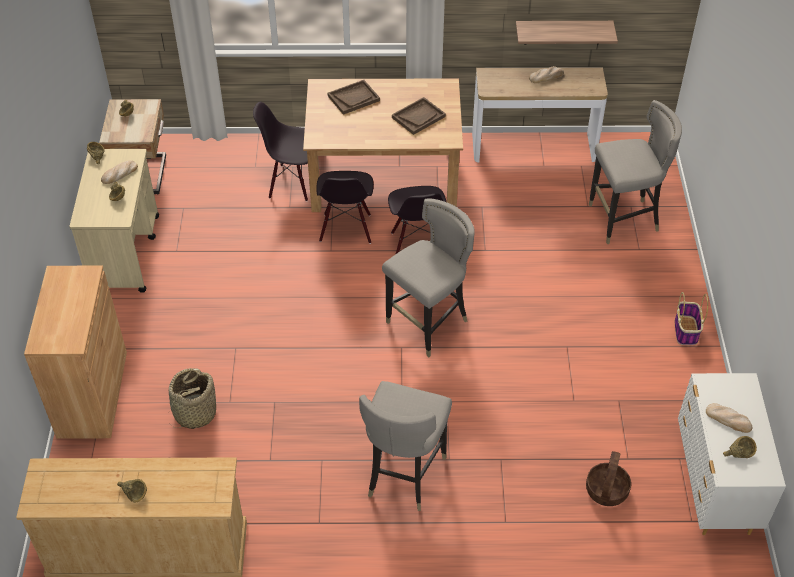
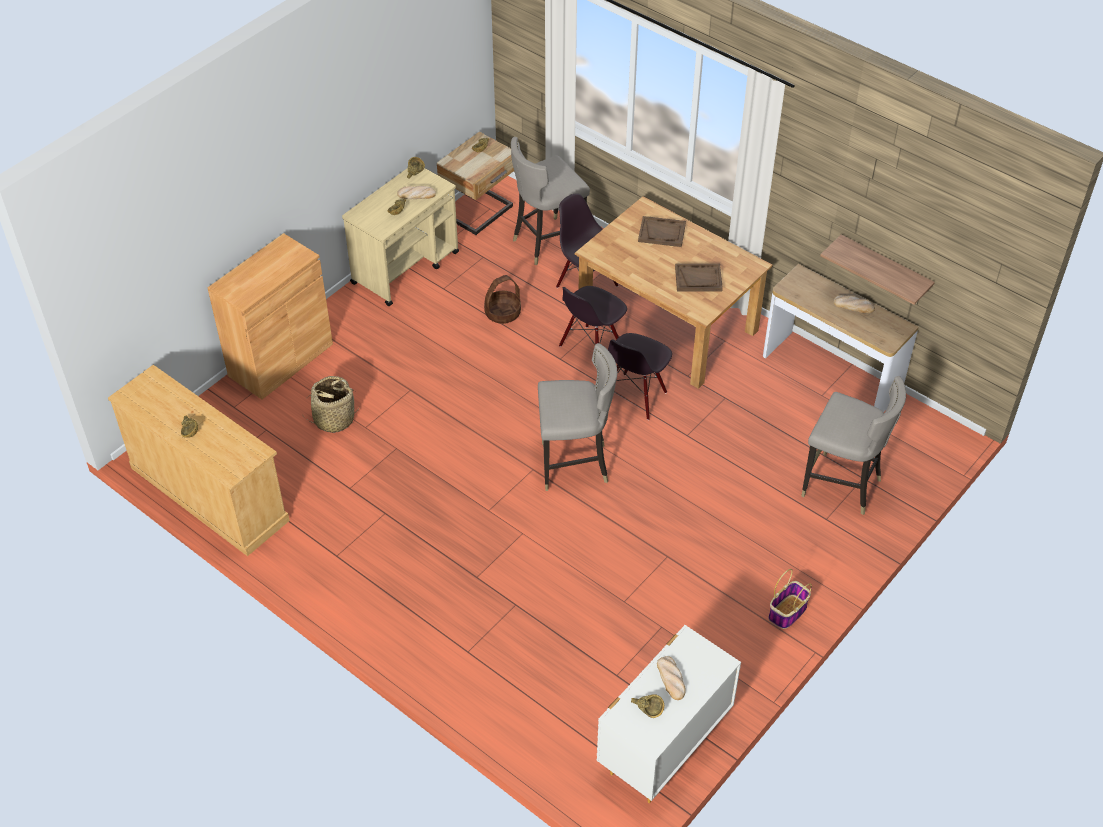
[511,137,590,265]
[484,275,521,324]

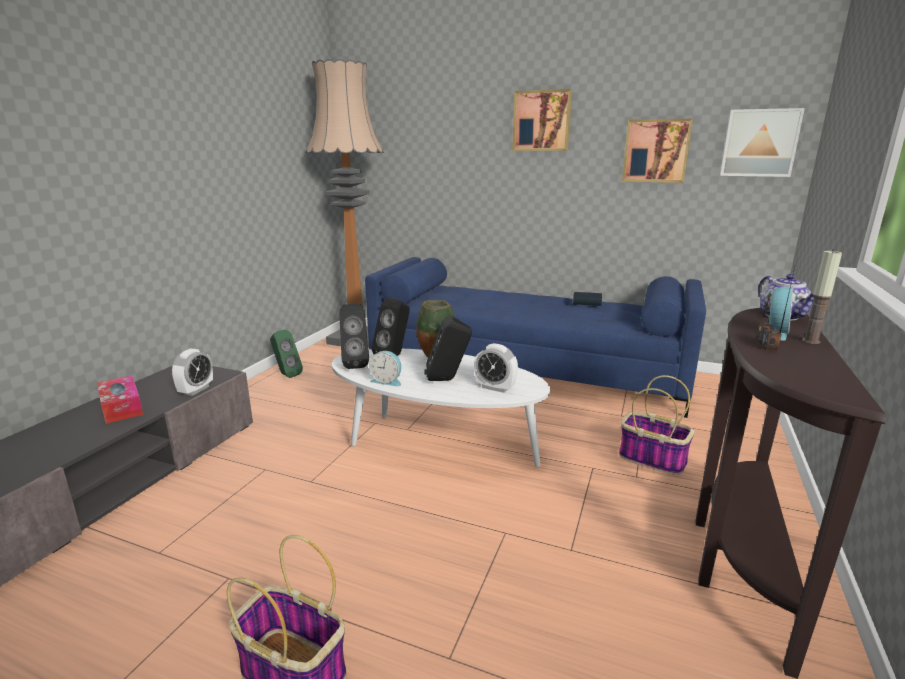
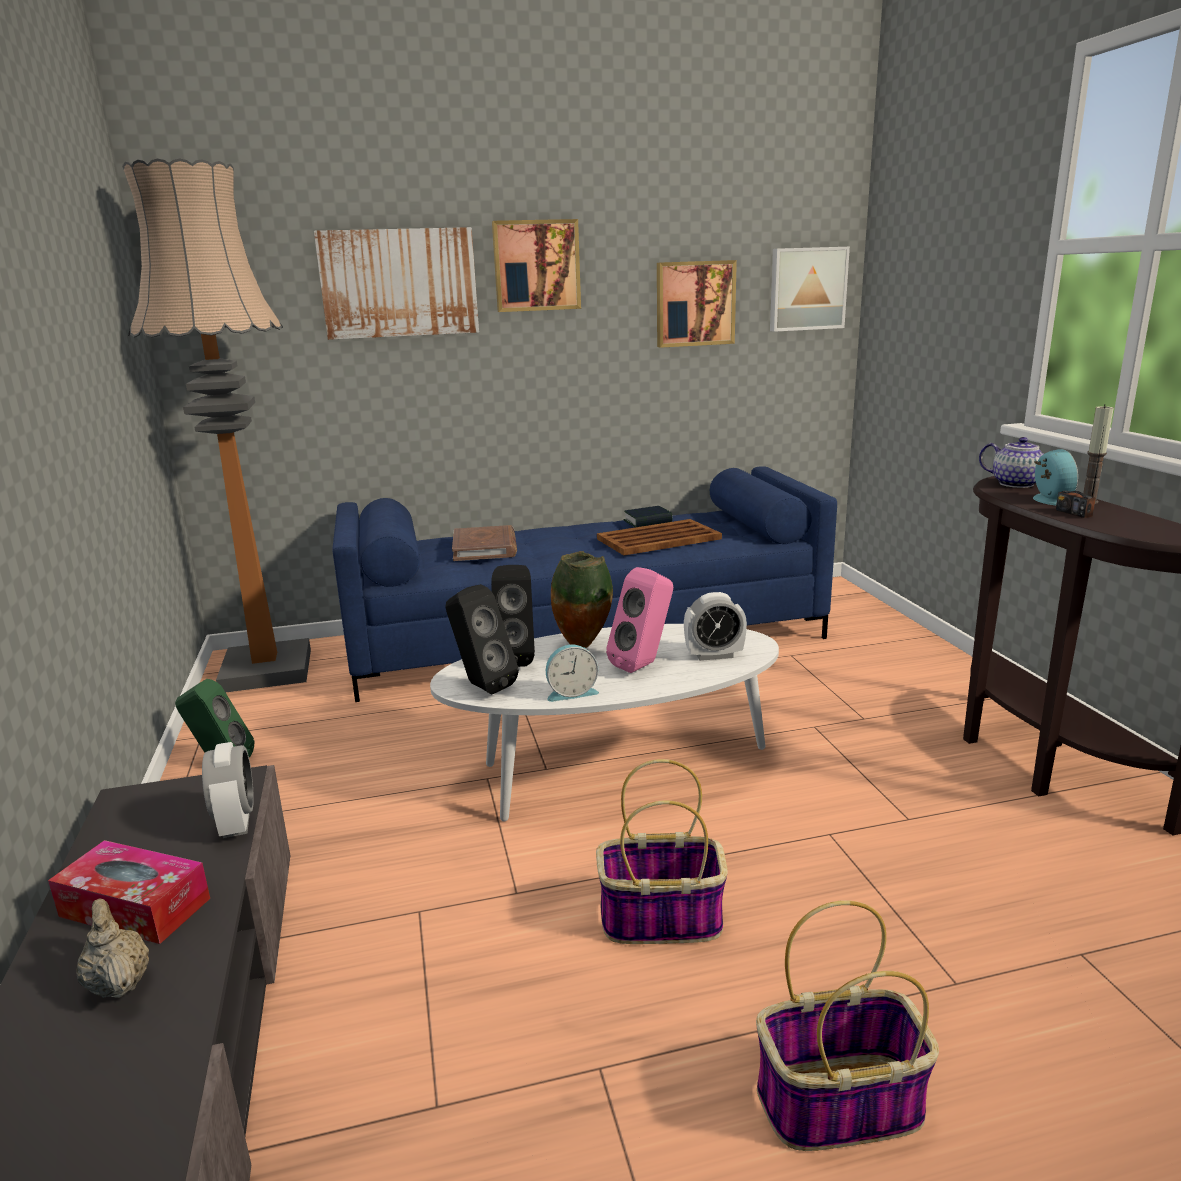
[606,567,673,673]
[596,759,728,944]
[76,898,149,998]
[314,227,479,340]
[452,525,517,561]
[597,519,722,555]

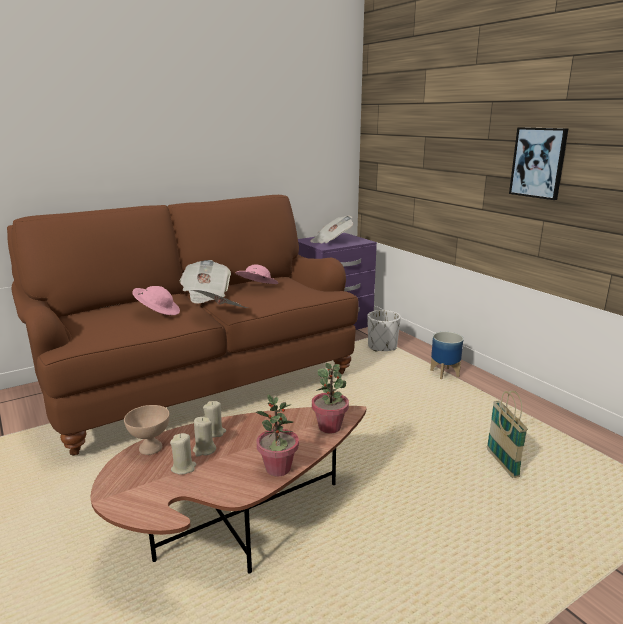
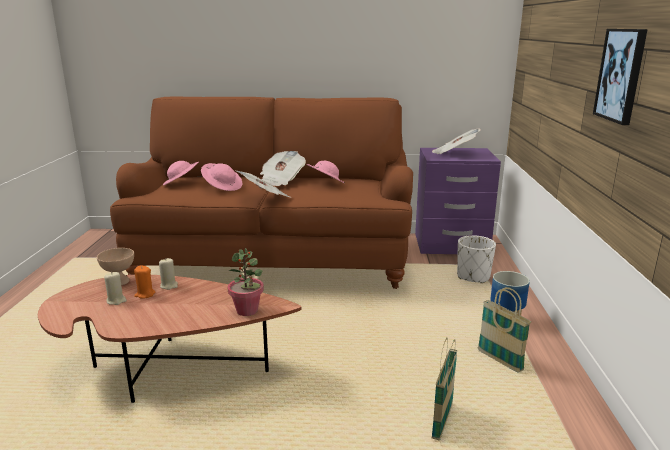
[134,265,156,299]
[256,394,299,477] (first image)
[163,161,199,186]
[478,287,531,373]

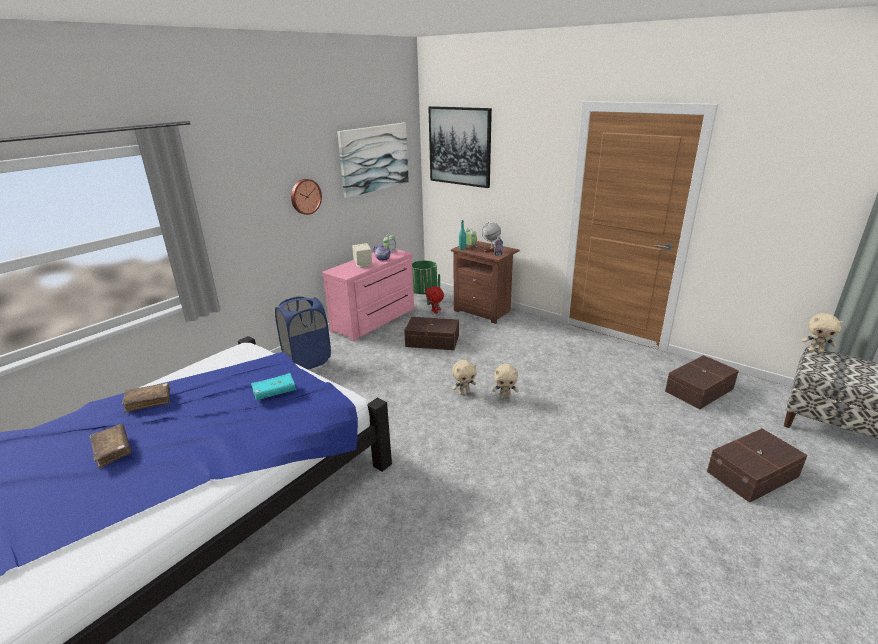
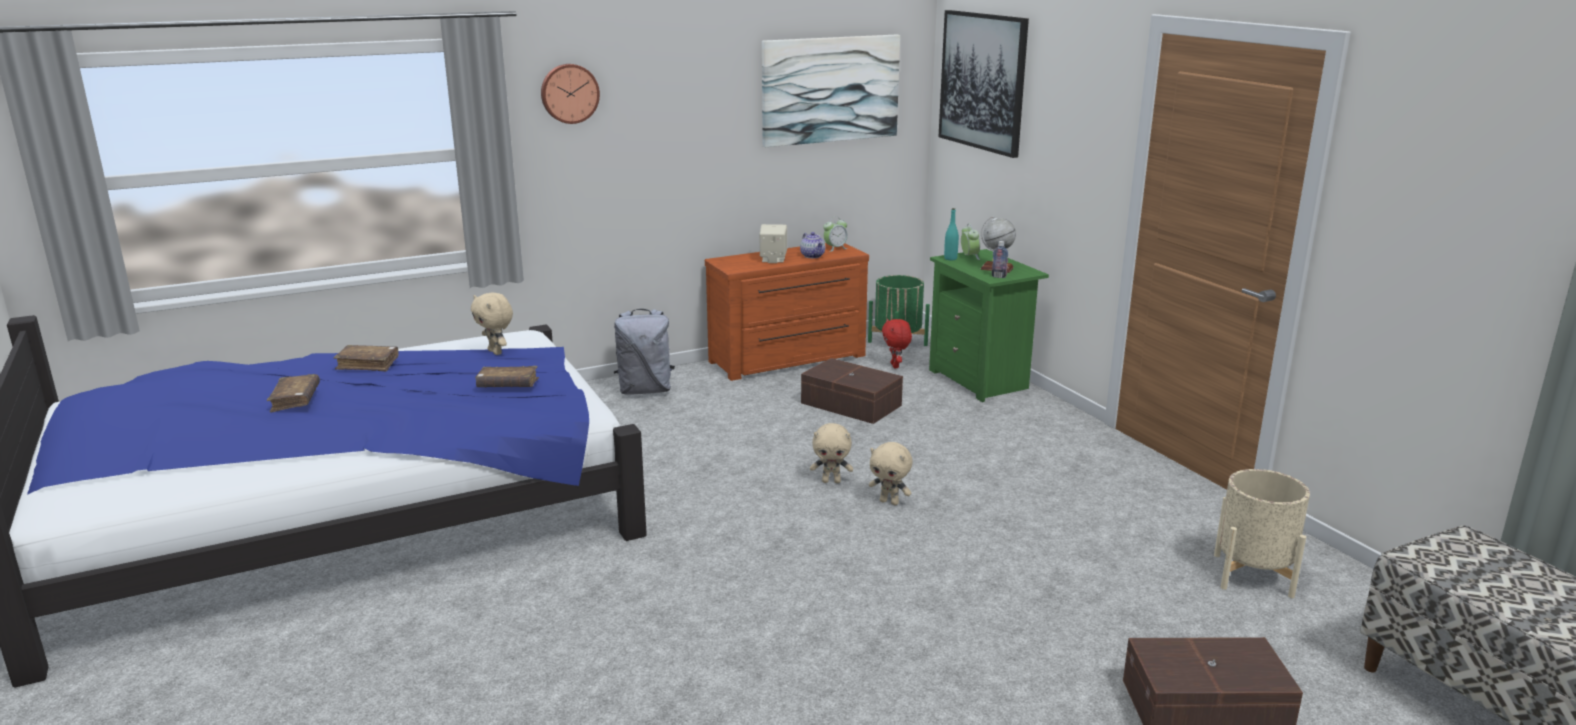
[475,366,539,387]
[614,309,675,394]
[541,64,600,124]
[705,243,869,381]
[929,249,1049,402]
[1214,469,1310,598]
[471,293,513,355]

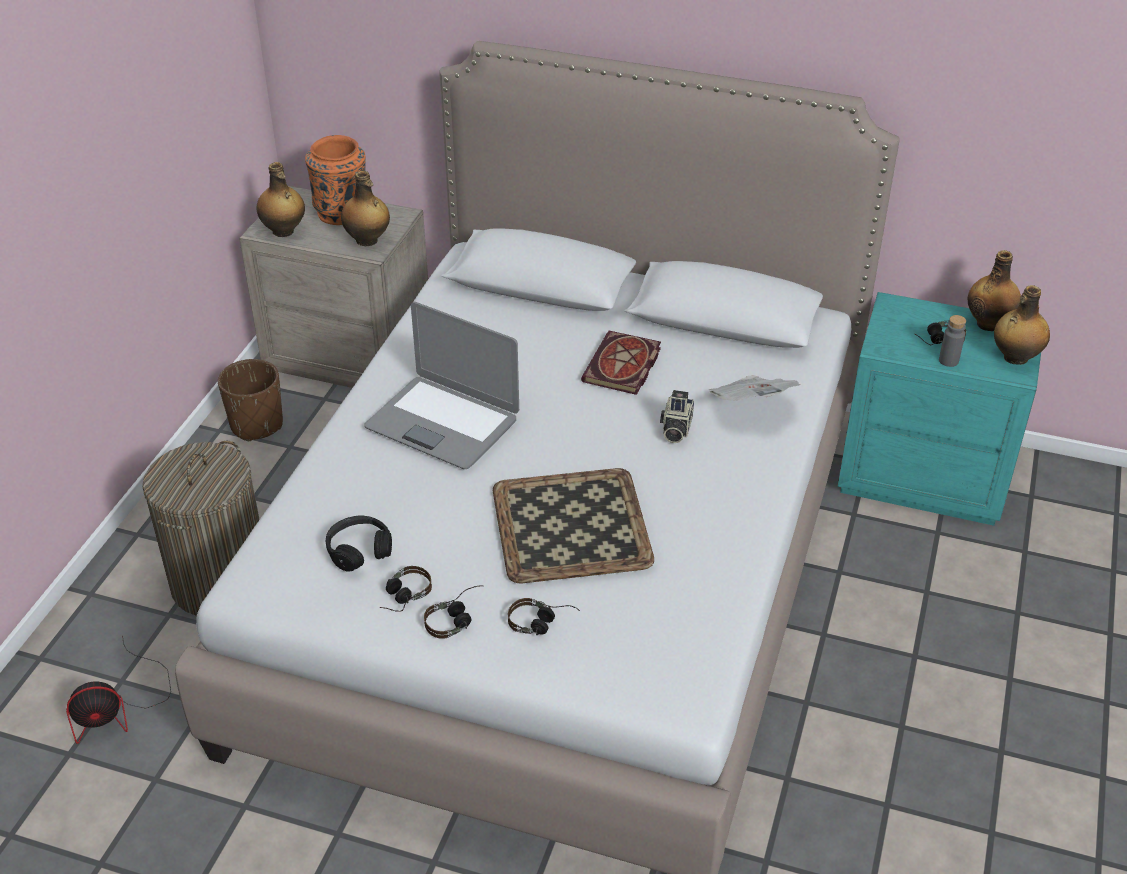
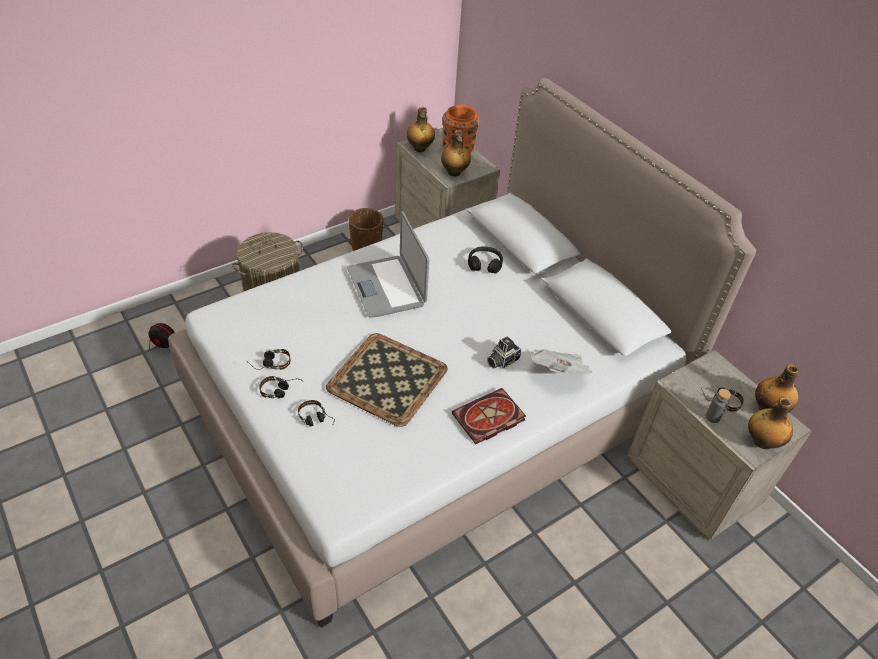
[468,246,503,274]
[452,388,526,444]
[627,349,812,541]

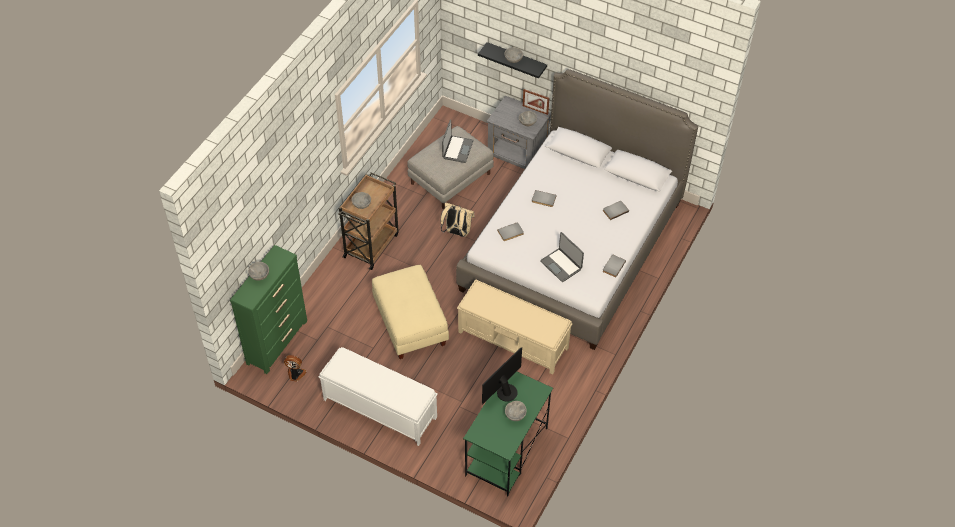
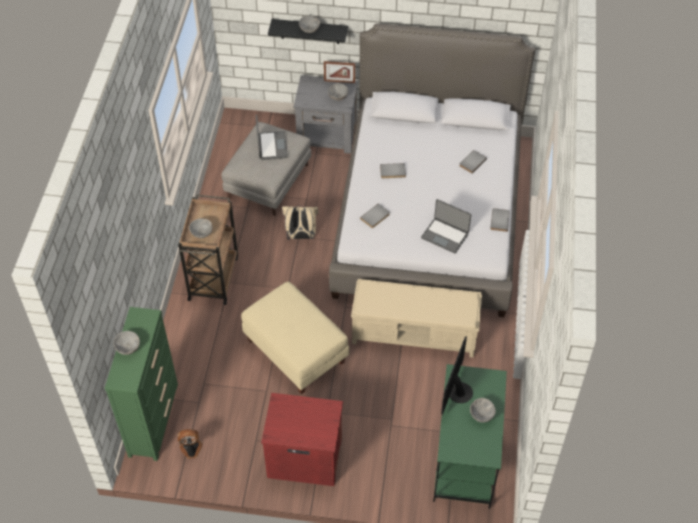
[261,393,343,486]

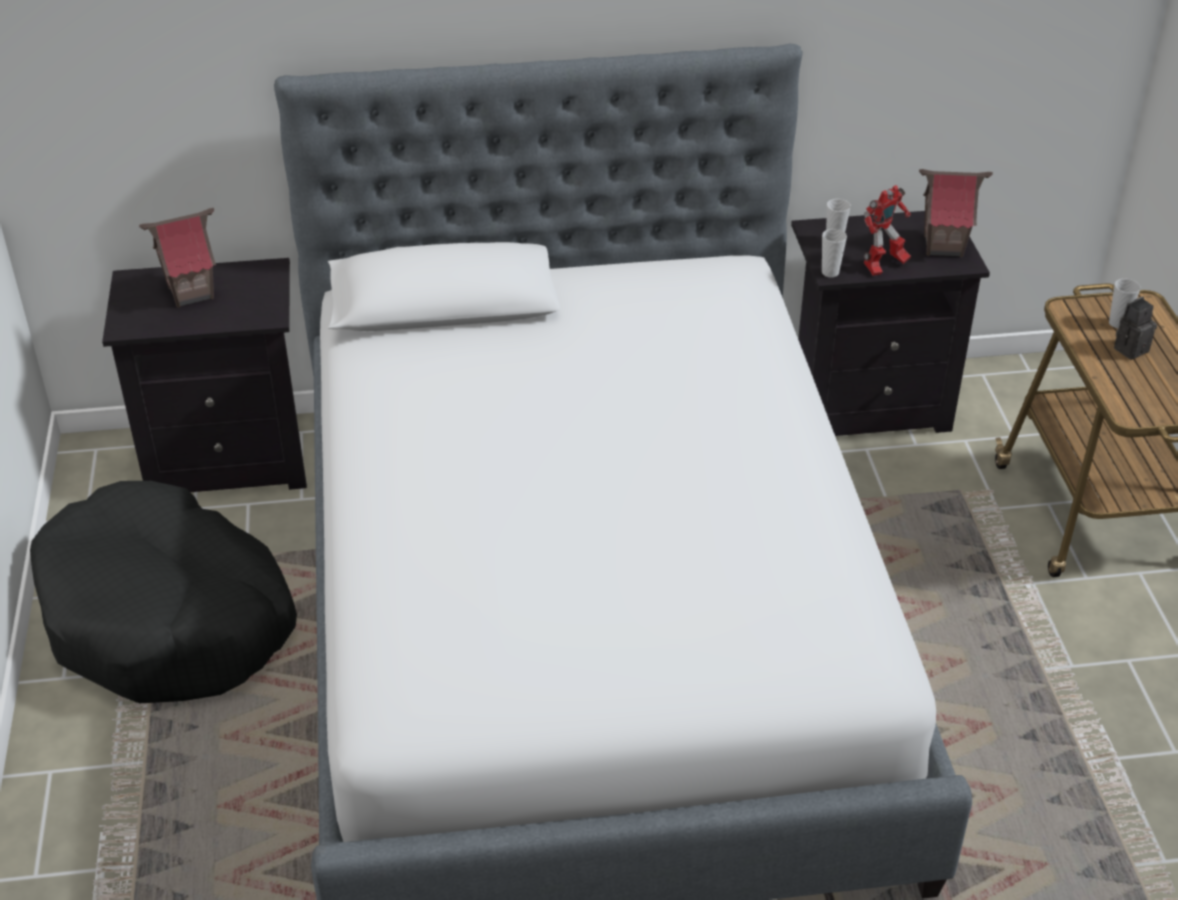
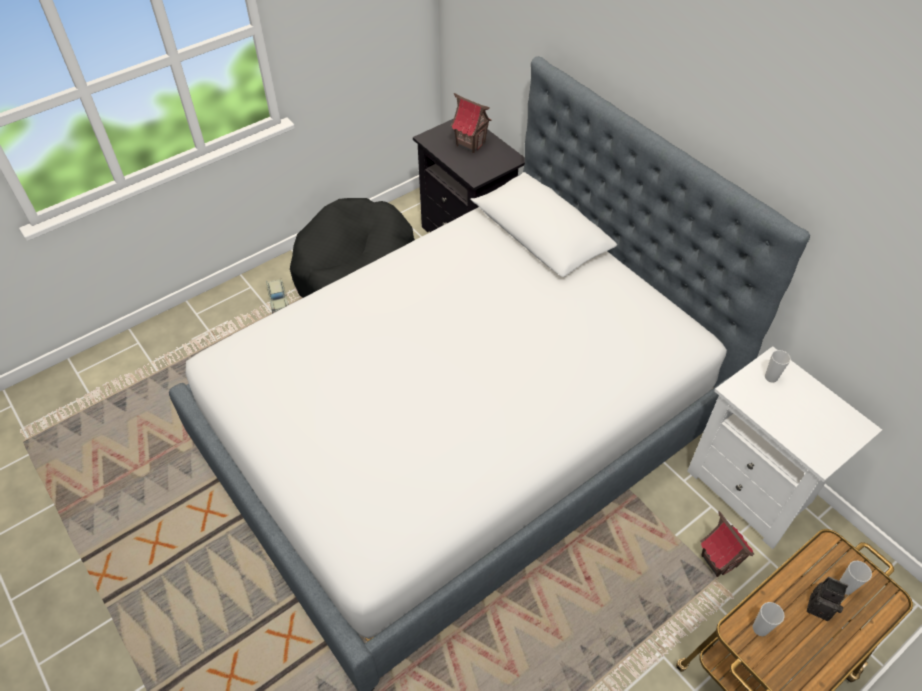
[687,346,882,549]
[753,602,785,636]
[864,185,911,276] (first image)
[700,511,754,577]
[266,278,289,314]

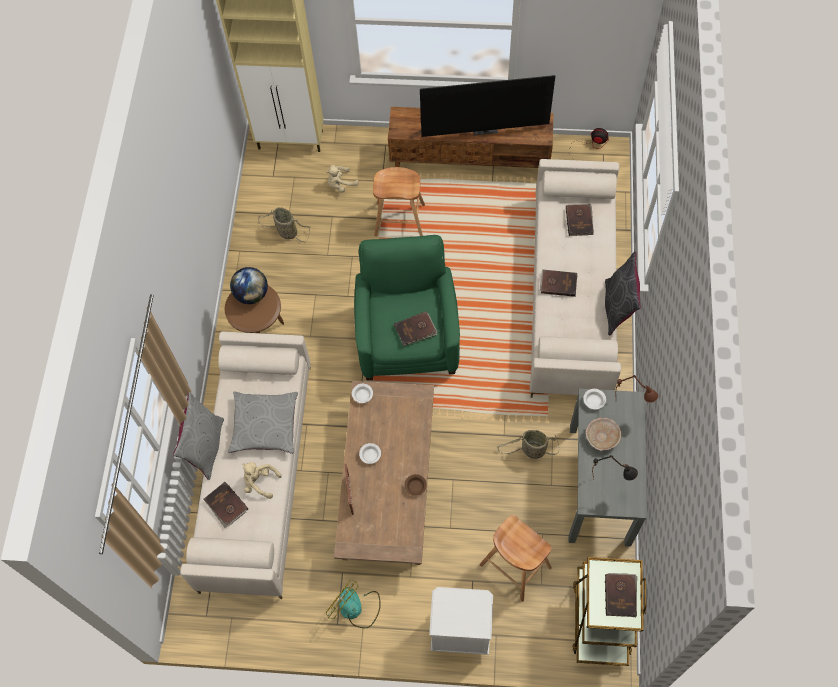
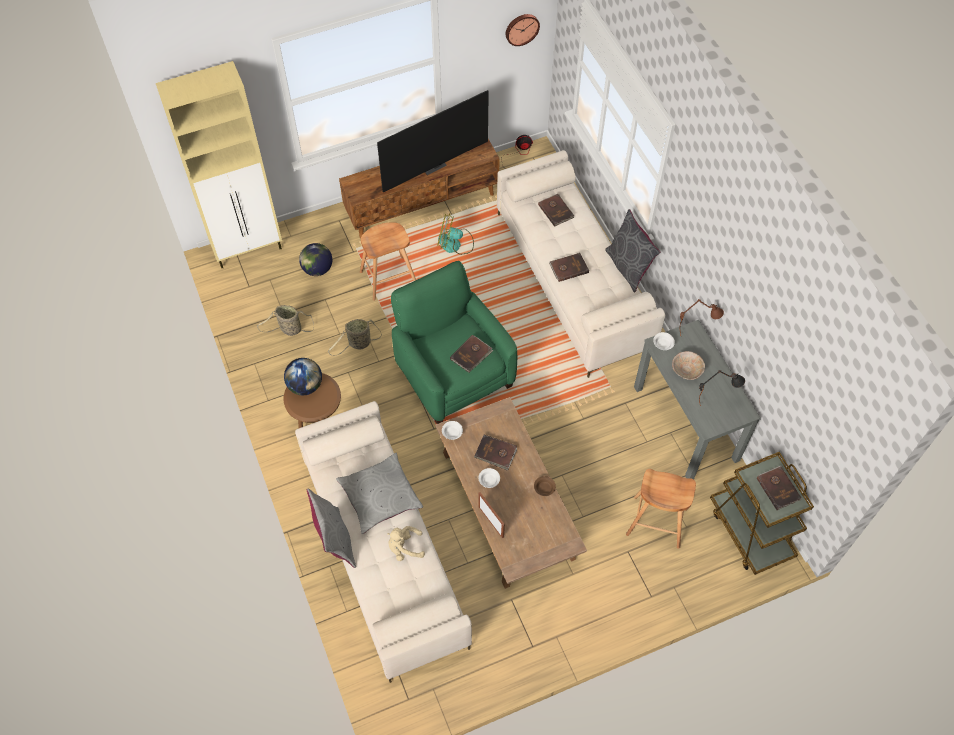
[474,435,517,471]
[299,243,332,276]
[437,213,474,255]
[429,587,493,655] (first image)
[328,319,382,356]
[506,14,540,46]

